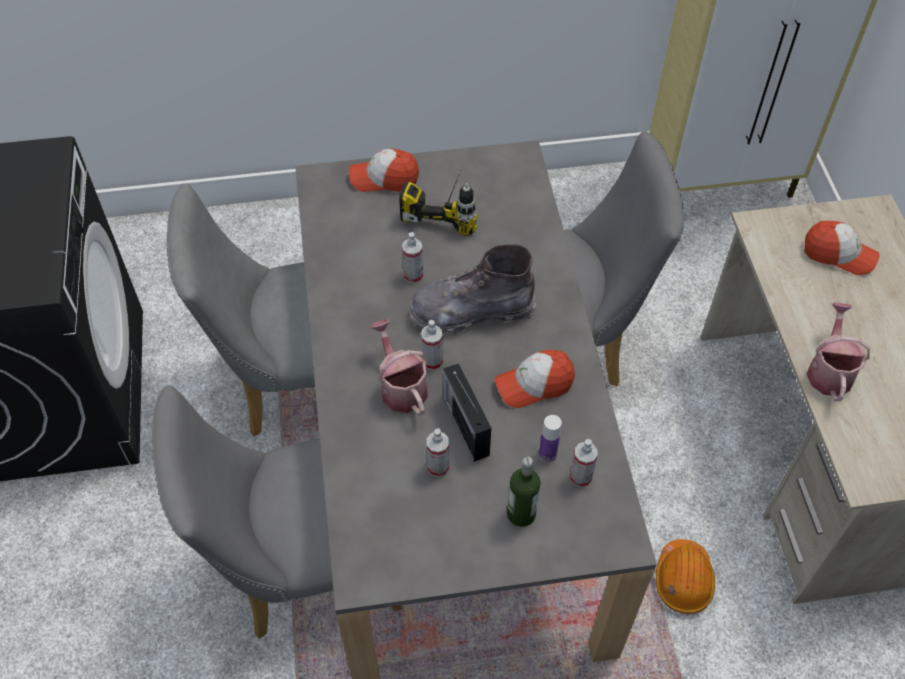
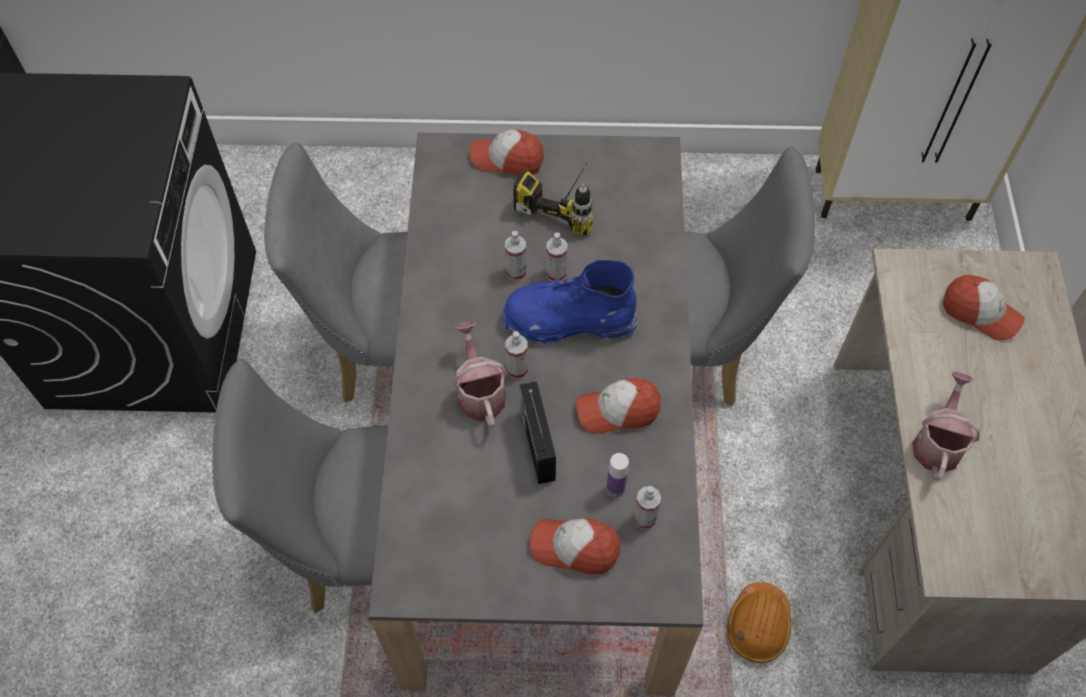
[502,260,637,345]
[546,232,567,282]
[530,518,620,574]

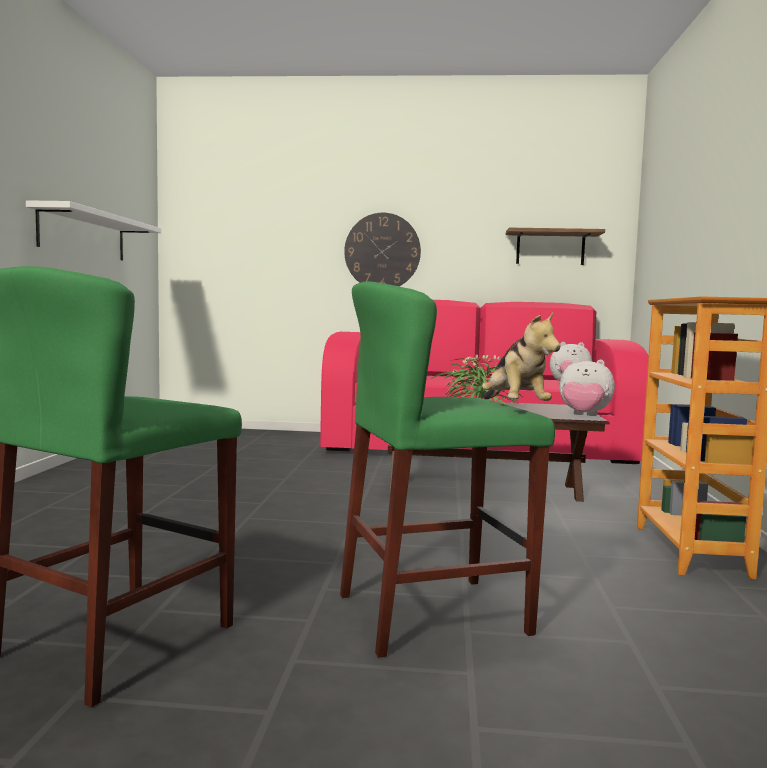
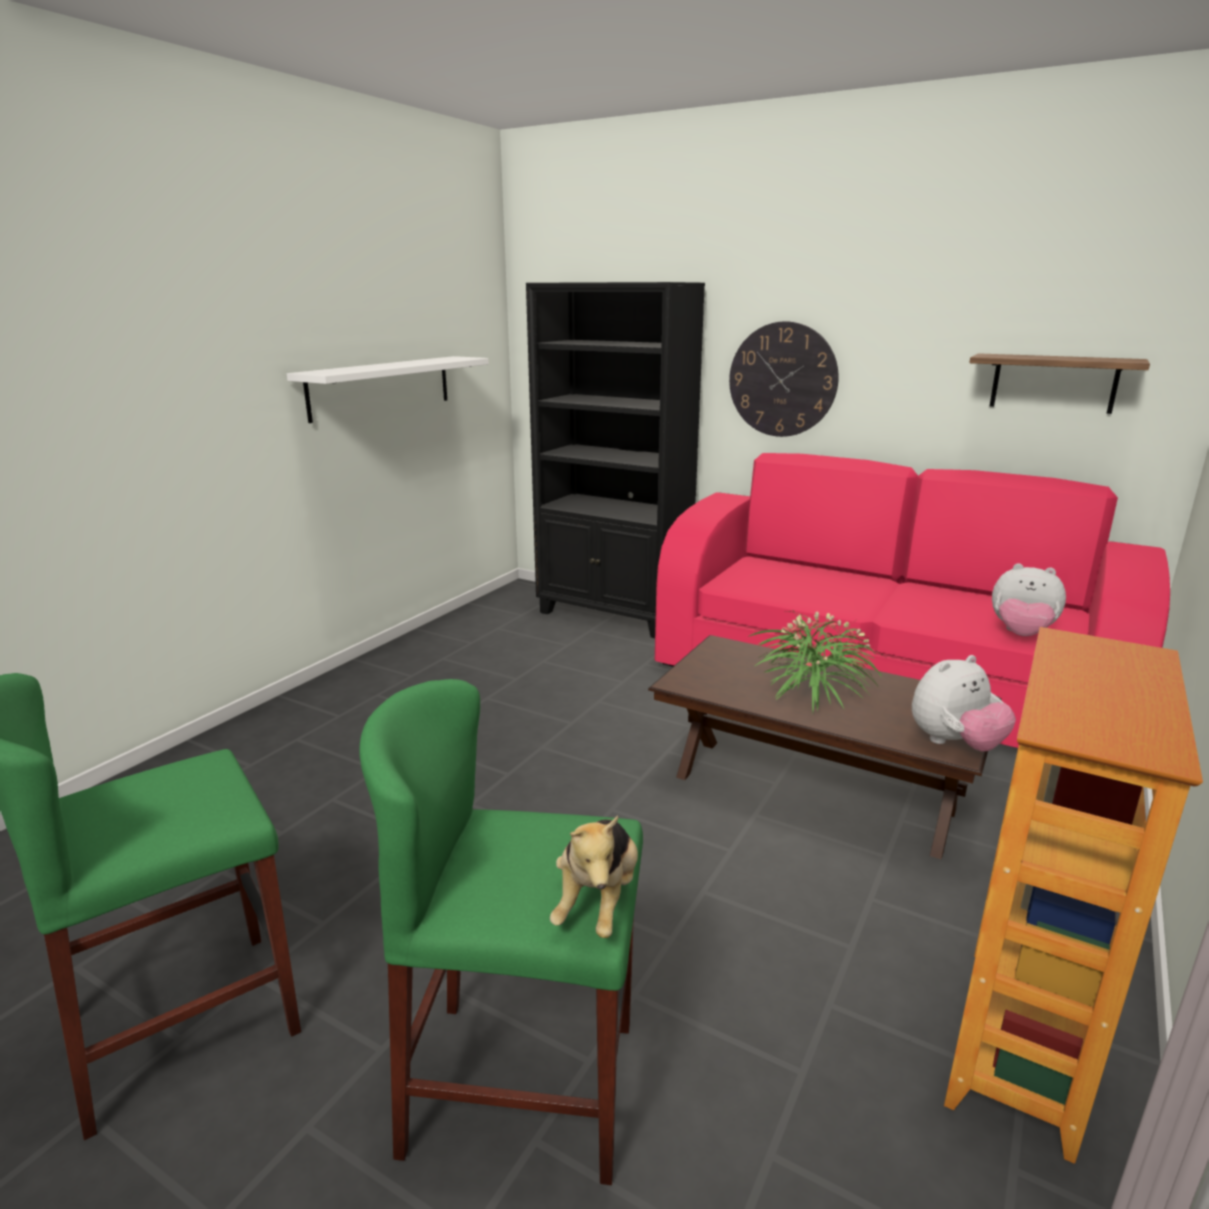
[912,655,1016,752]
[526,282,705,638]

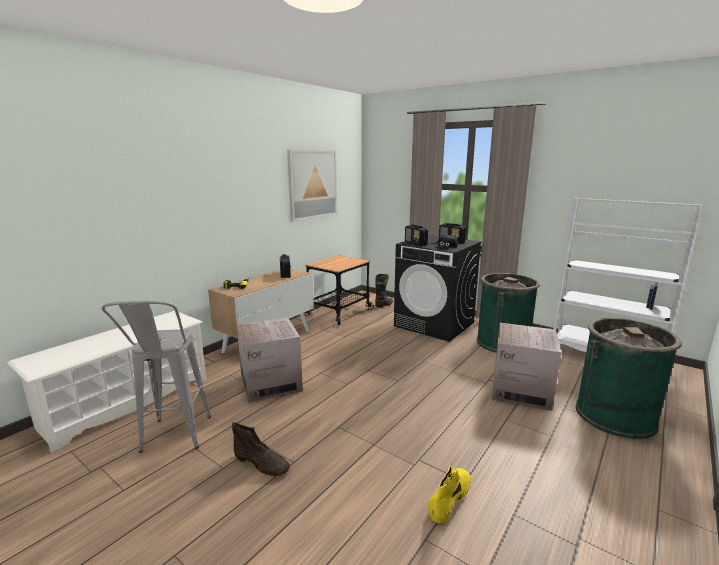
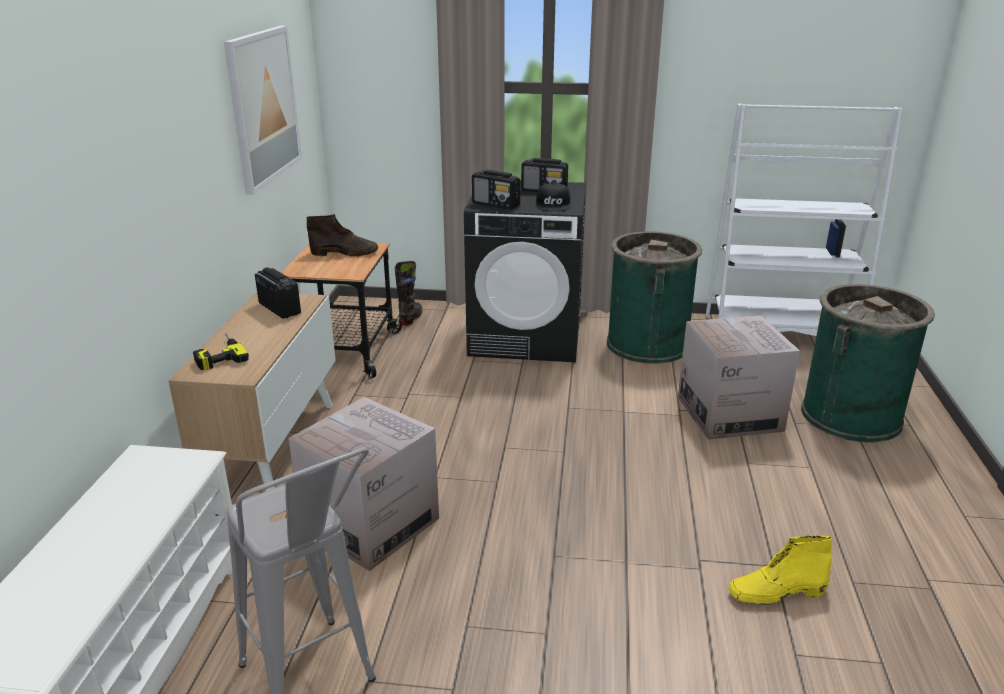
[306,214,378,256]
[729,536,832,606]

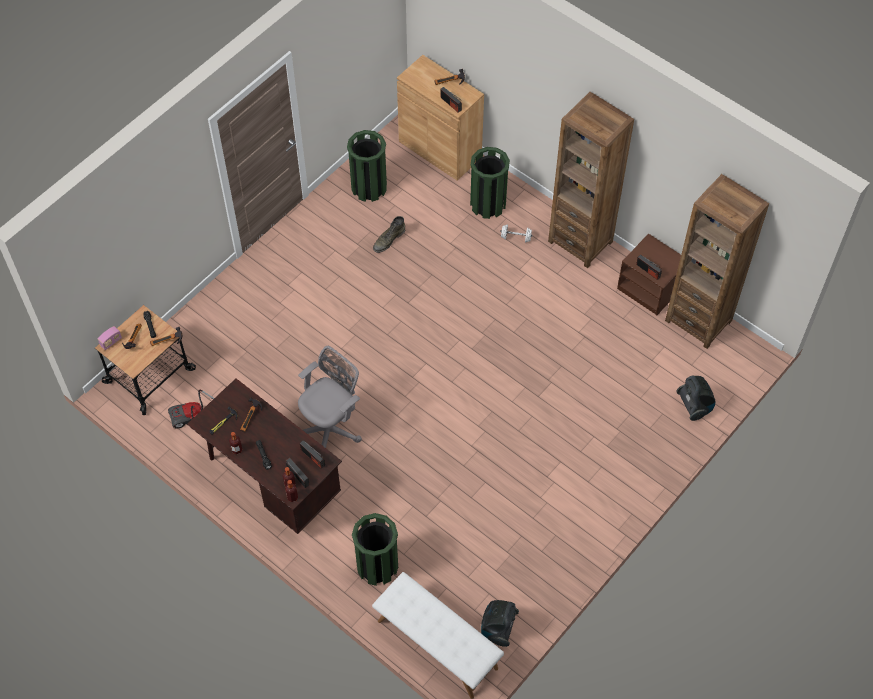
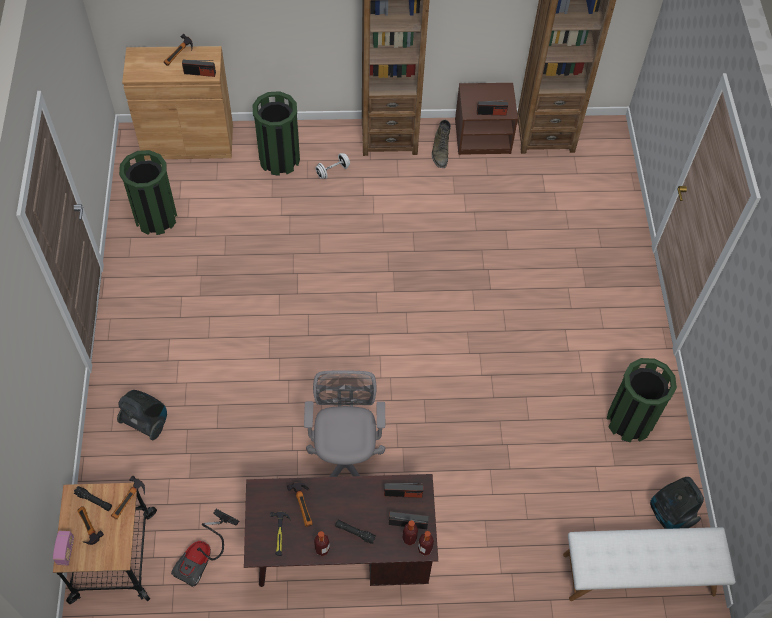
[607,358,677,443]
[432,120,451,168]
[117,390,167,440]

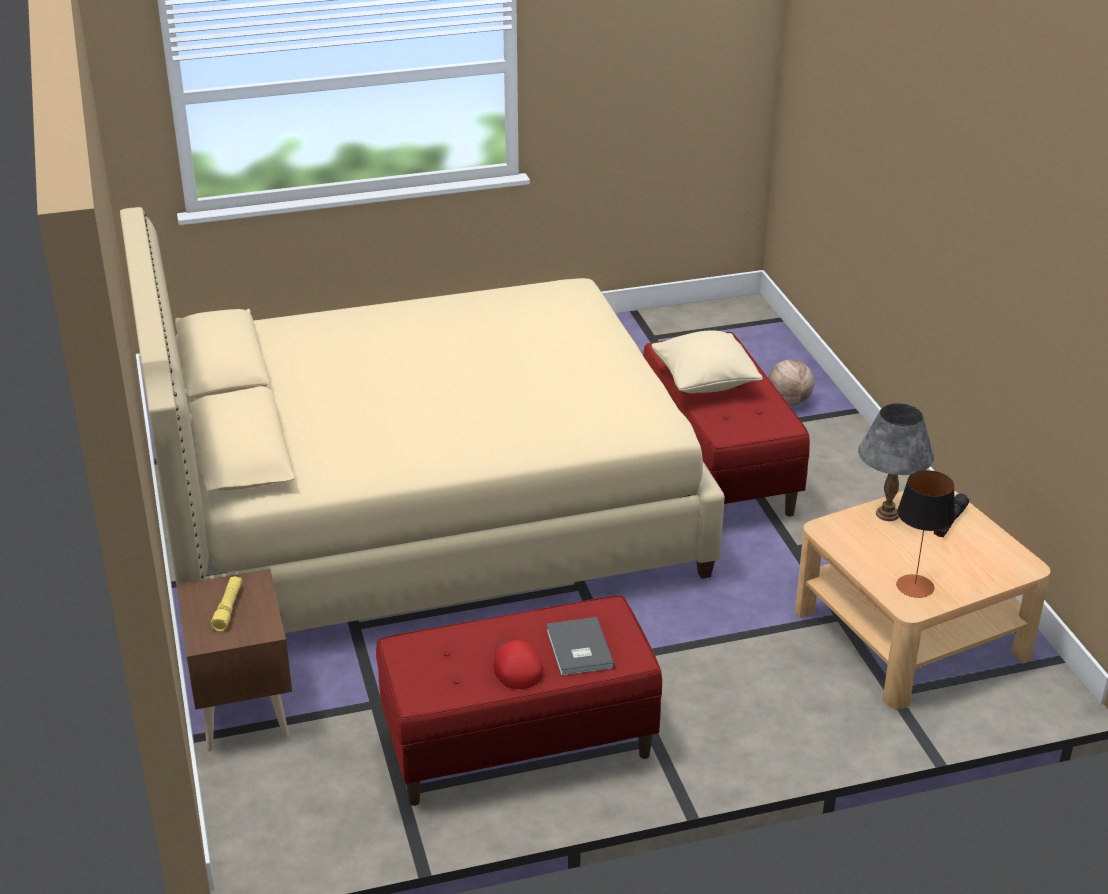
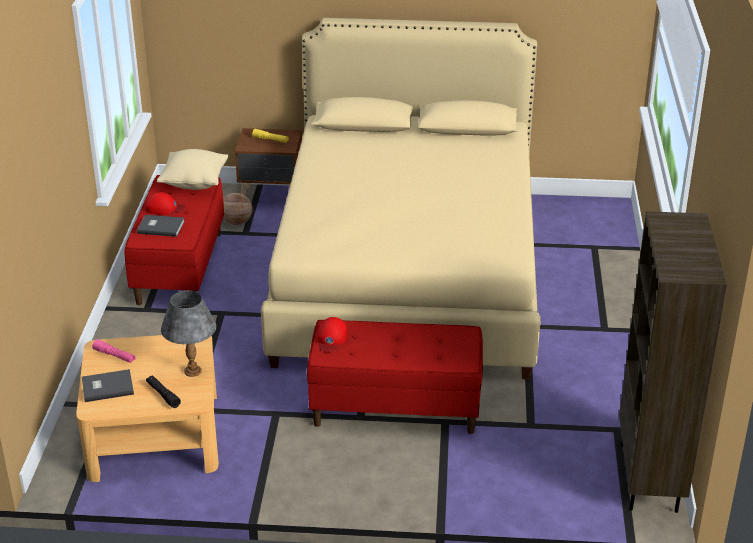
[157,149,228,190]
[223,193,253,225]
[92,339,136,363]
[82,369,134,402]
[317,317,347,352]
[619,211,727,513]

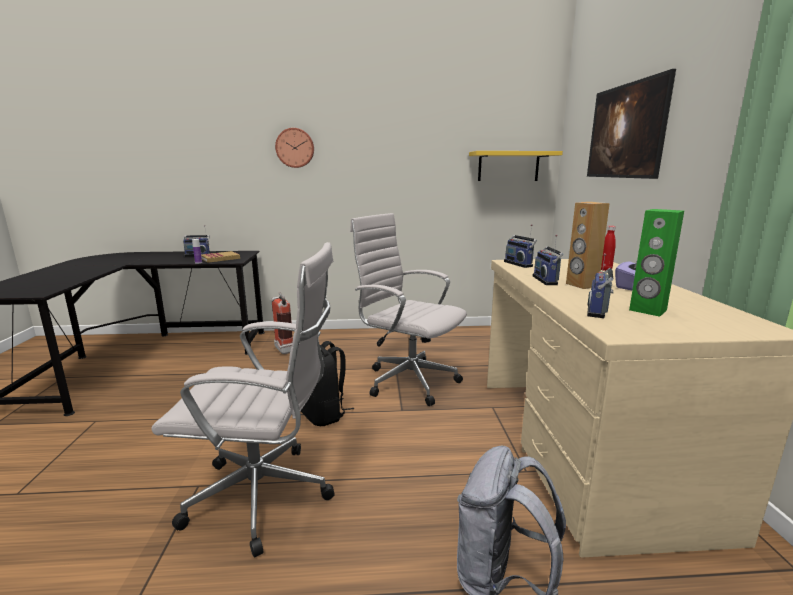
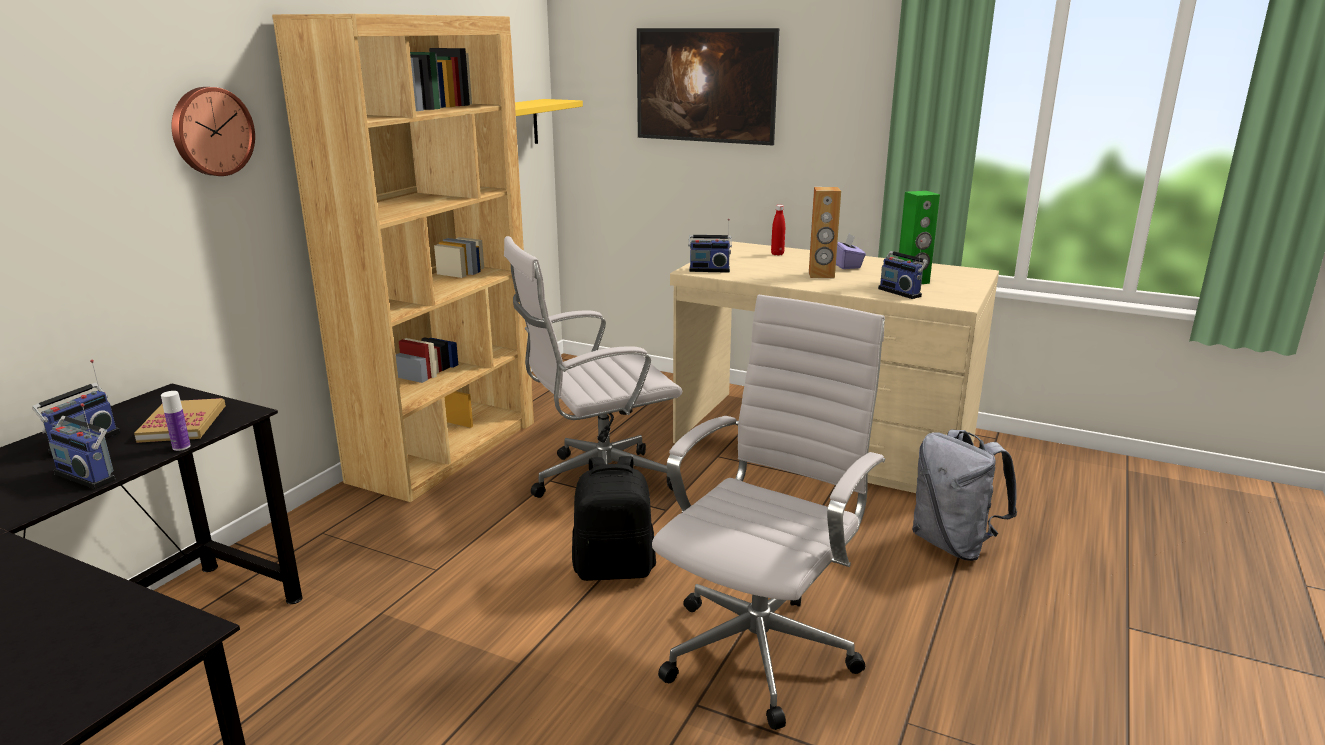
[271,292,293,354] (first image)
[49,403,115,489]
[272,14,534,502]

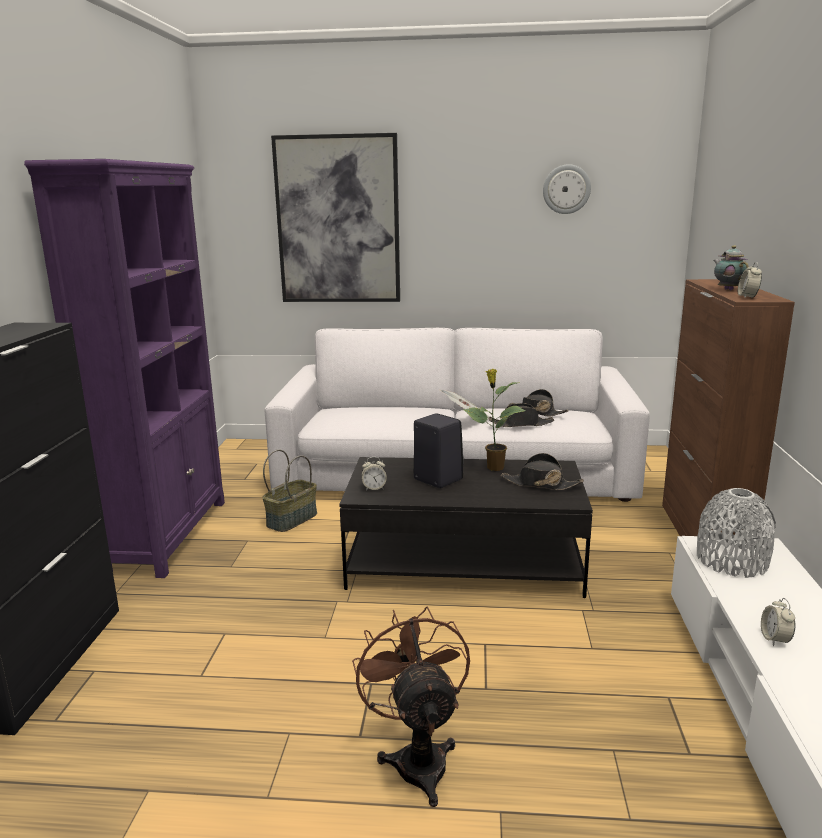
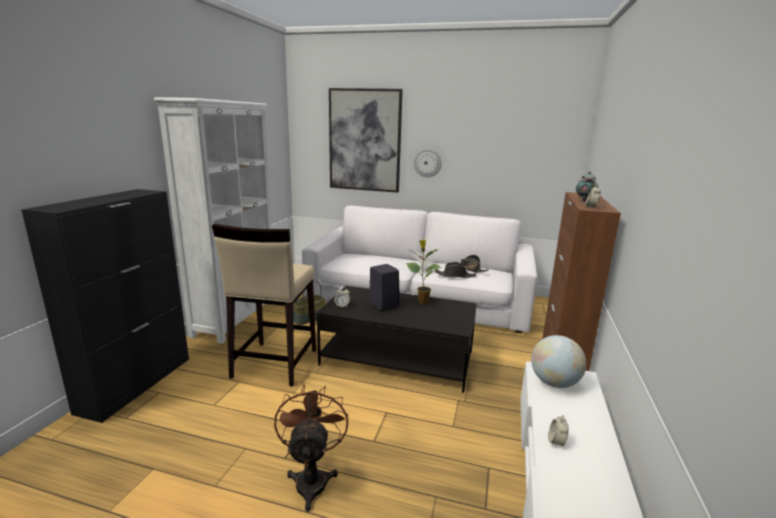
[154,97,272,344]
[501,453,584,490] (first image)
[414,149,442,177]
[531,335,586,388]
[212,224,316,387]

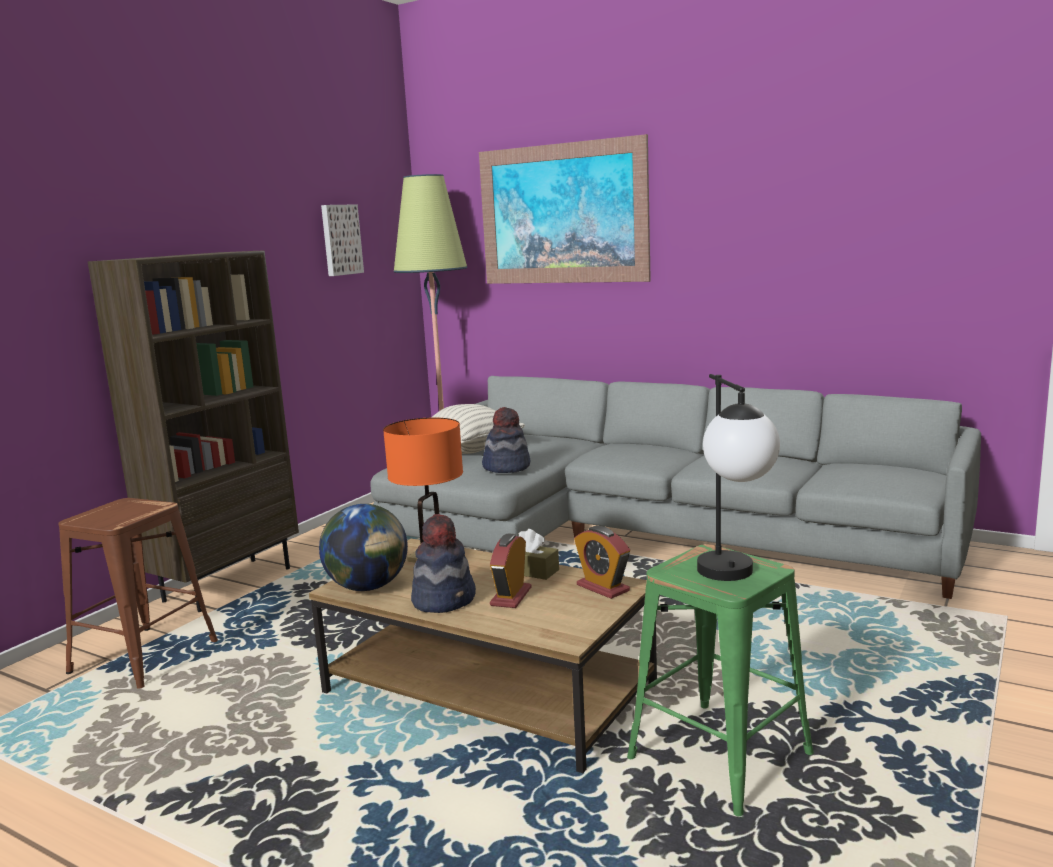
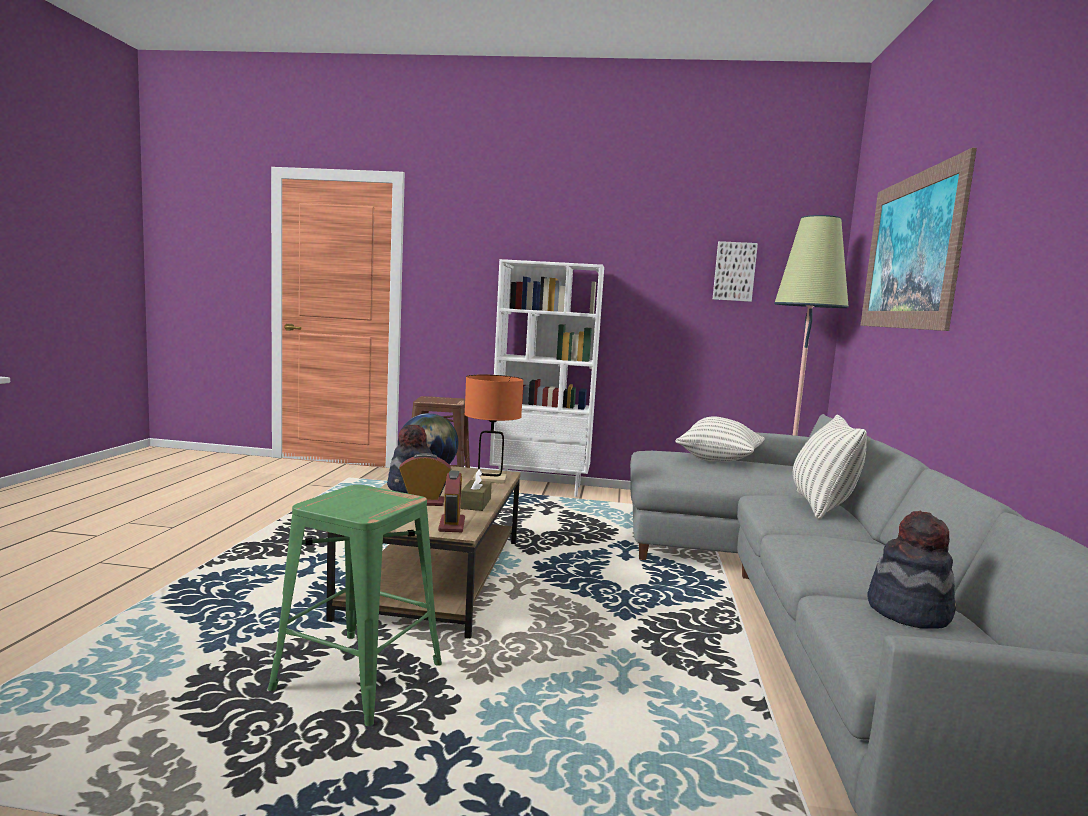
[489,259,604,497]
[867,510,956,629]
[438,470,465,532]
[697,374,780,581] (first image)
[793,415,867,519]

